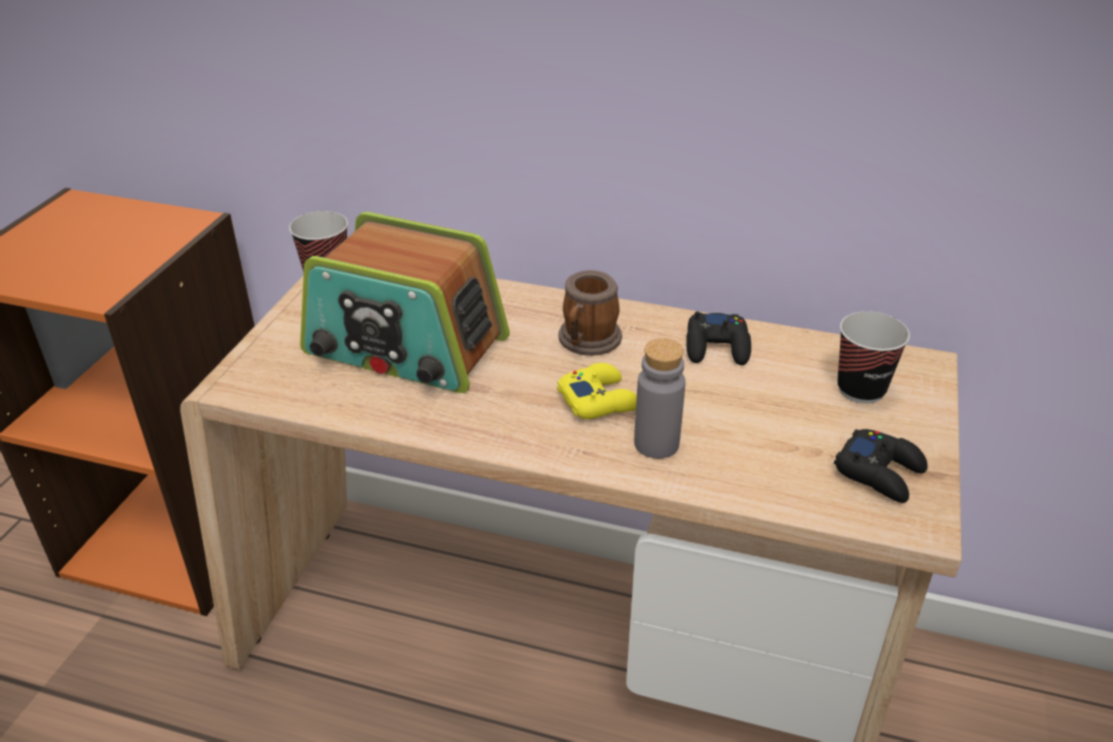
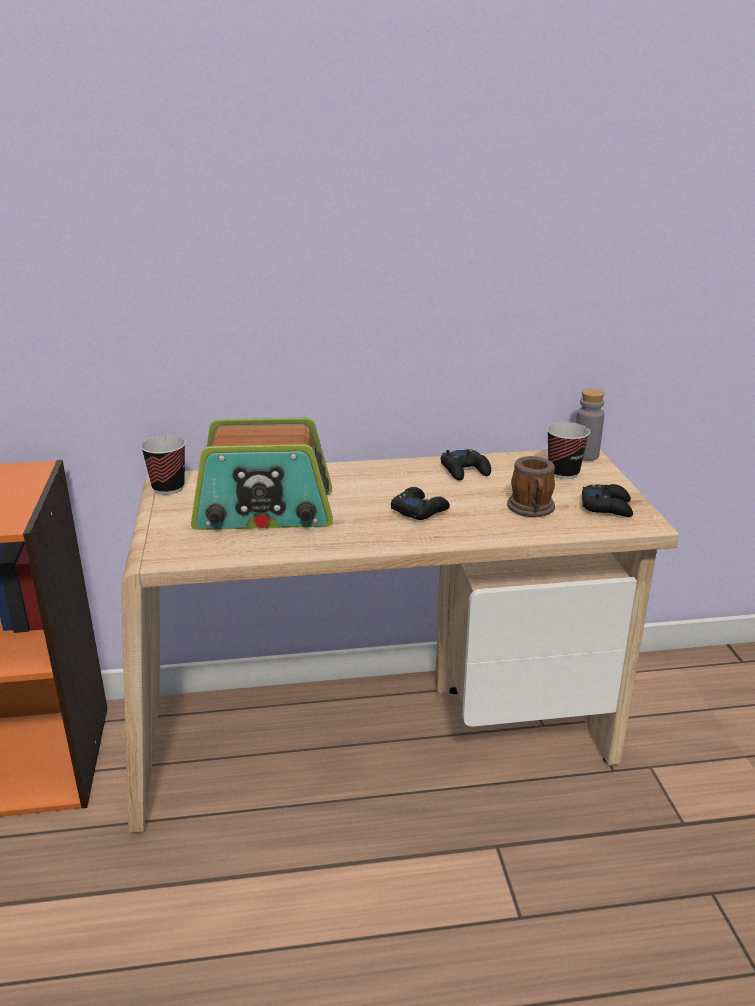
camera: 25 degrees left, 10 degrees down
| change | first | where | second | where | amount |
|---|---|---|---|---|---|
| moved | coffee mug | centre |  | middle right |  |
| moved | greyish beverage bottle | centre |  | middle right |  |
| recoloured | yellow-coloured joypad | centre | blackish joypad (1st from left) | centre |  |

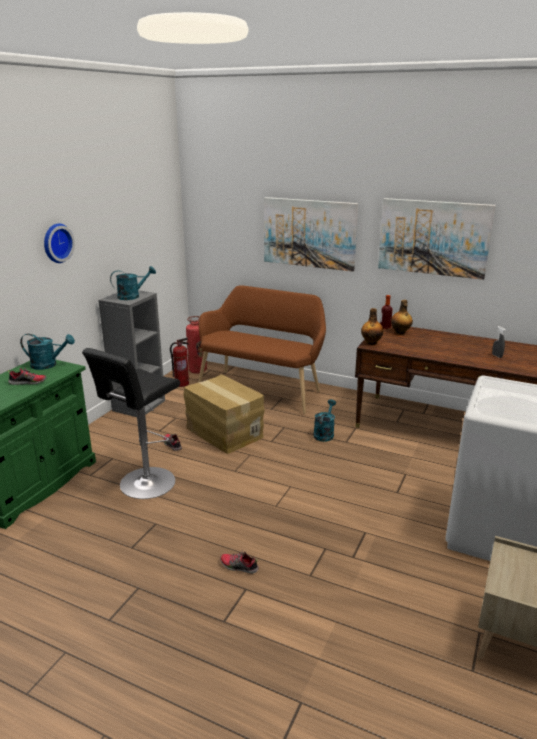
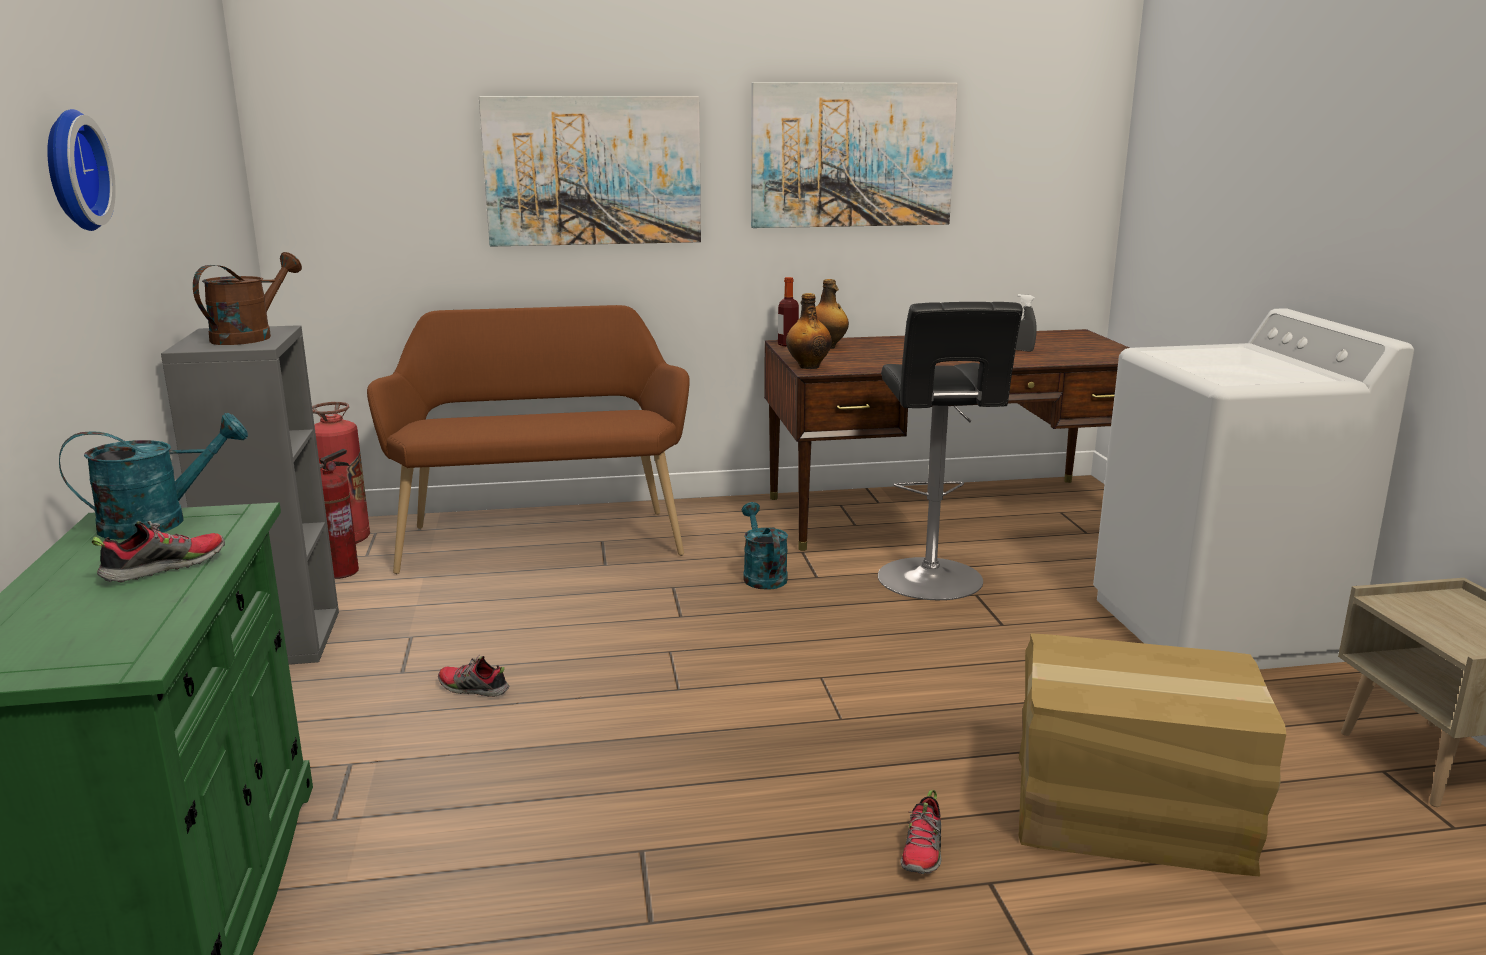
camera: 35 degrees left, 5 degrees down
| change | first | where | second | where | amount |
|---|---|---|---|---|---|
| recoloured | turquoise watering can (2nd from left) | middle left | brown-coloured watering can | top left |  |
| moved | blackish stool | middle left |  | centre |  |
| moved | packing box | centre |  | bottom right |  |
| turned | shoe (3rd from left) | bottom centre |  | bottom centre | 60 degrees counterclockwise |

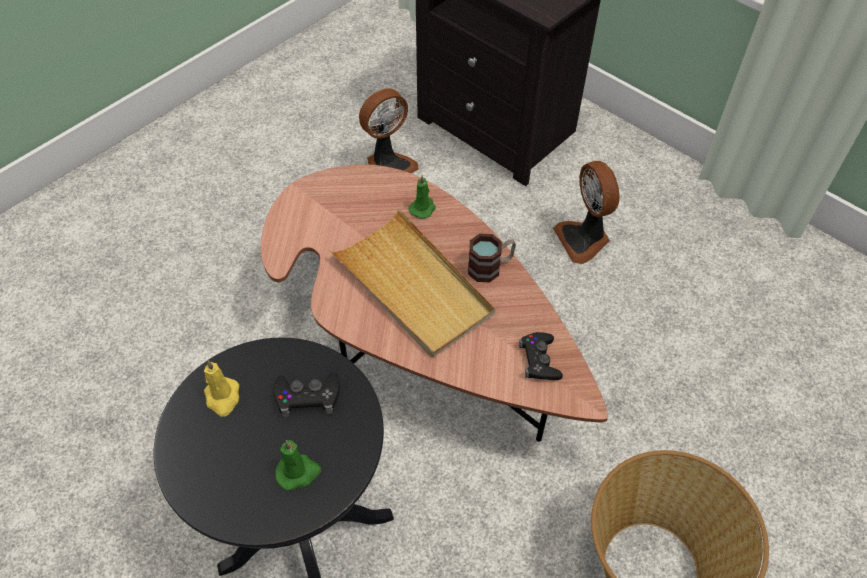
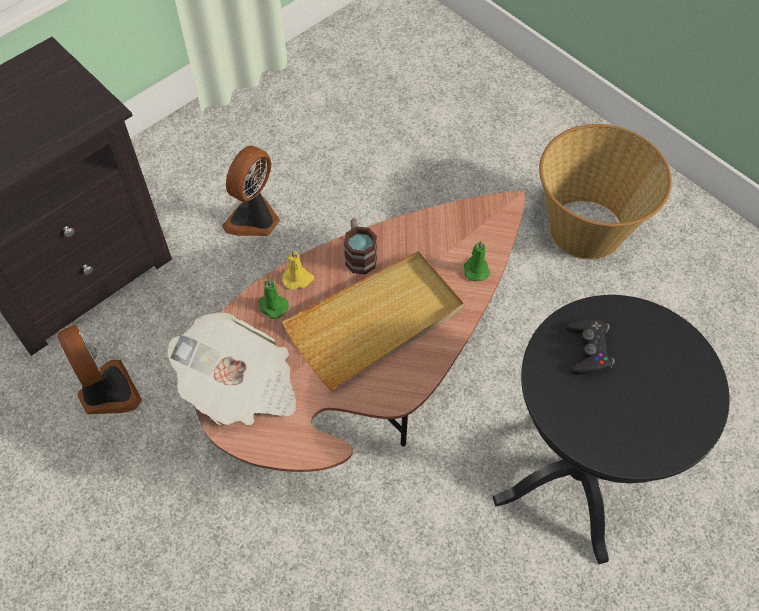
camera: 85 degrees left, 5 degrees up
| change | first | where | second | where | amount |
|---|---|---|---|---|---|
| turned | cooling fan (2nd from left) | middle right |  | top left | 135 degrees clockwise |
| removed | blackish joypad (2nd from left) | centre |  |  |  |
| moved | yellow-coloured wax candle | bottom left |  | centre |  |
| moved | greenish wax candle (1st from left in the first image) | bottom centre | greenish wax candle (2nd from left) | centre |  |
| added |  |  | daily paper | middle left |  |

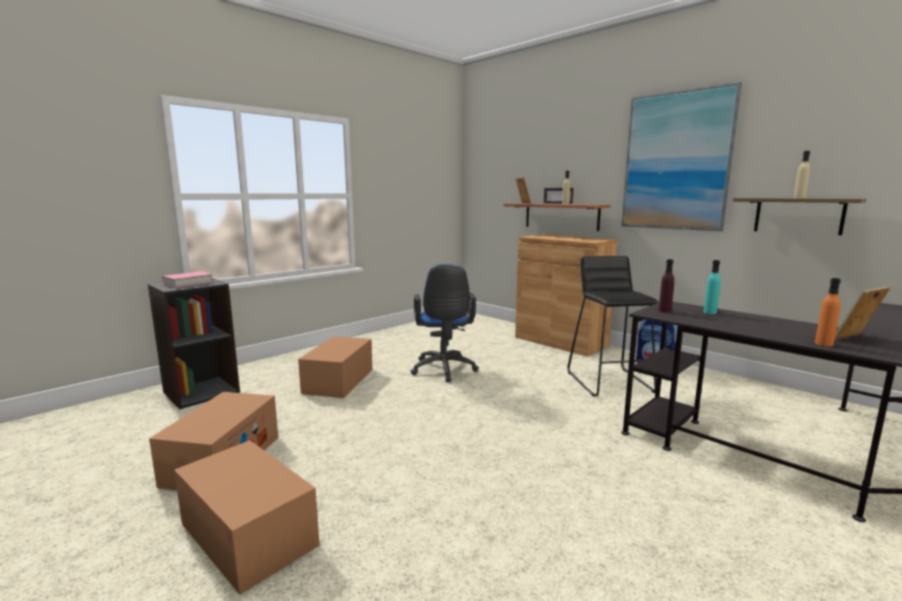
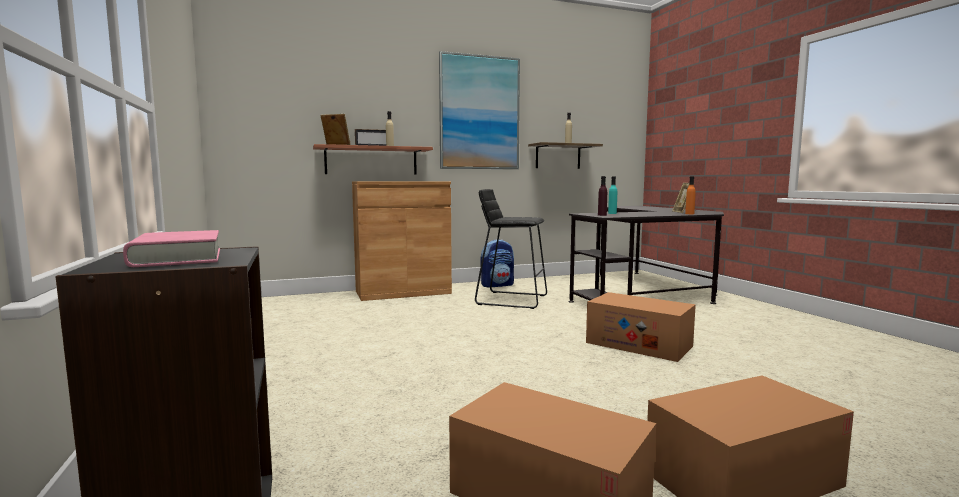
camera: 65 degrees left, 5 degrees down
| change | first | where | second | where | amount |
|---|---|---|---|---|---|
| removed | blue desk chair | centre |  |  |  |
| moved | packing box (3rd from left in the first image) | centre | packing box (2nd from left) | middle right |  |

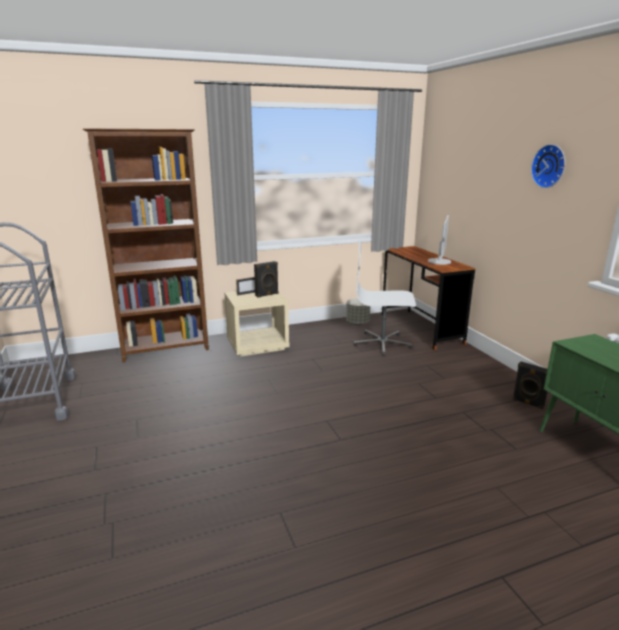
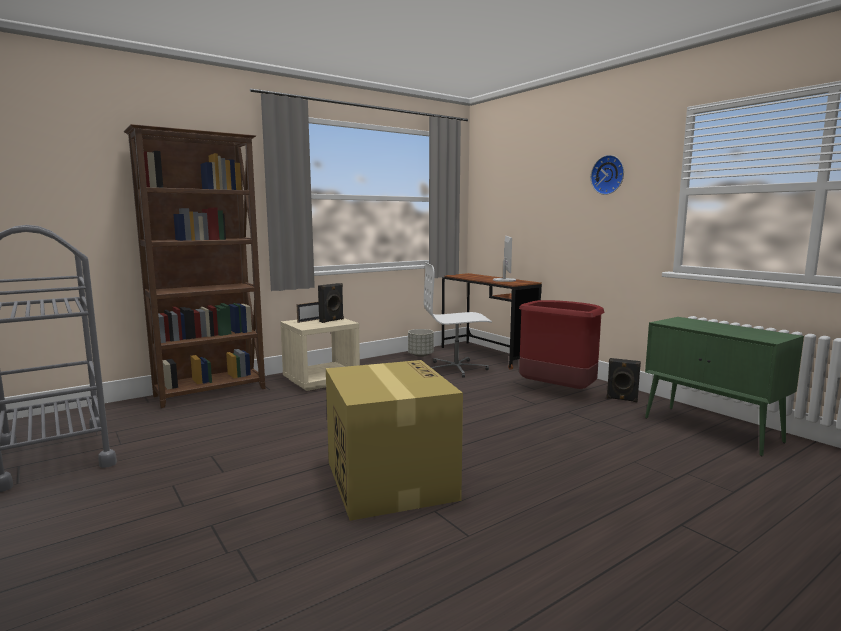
camera: 15 degrees left, 10 degrees down
| change | first | where | second | where | amount |
|---|---|---|---|---|---|
| added |  |  | reddish trash can | middle right |  |
| added |  |  | packing box | bottom centre |  |

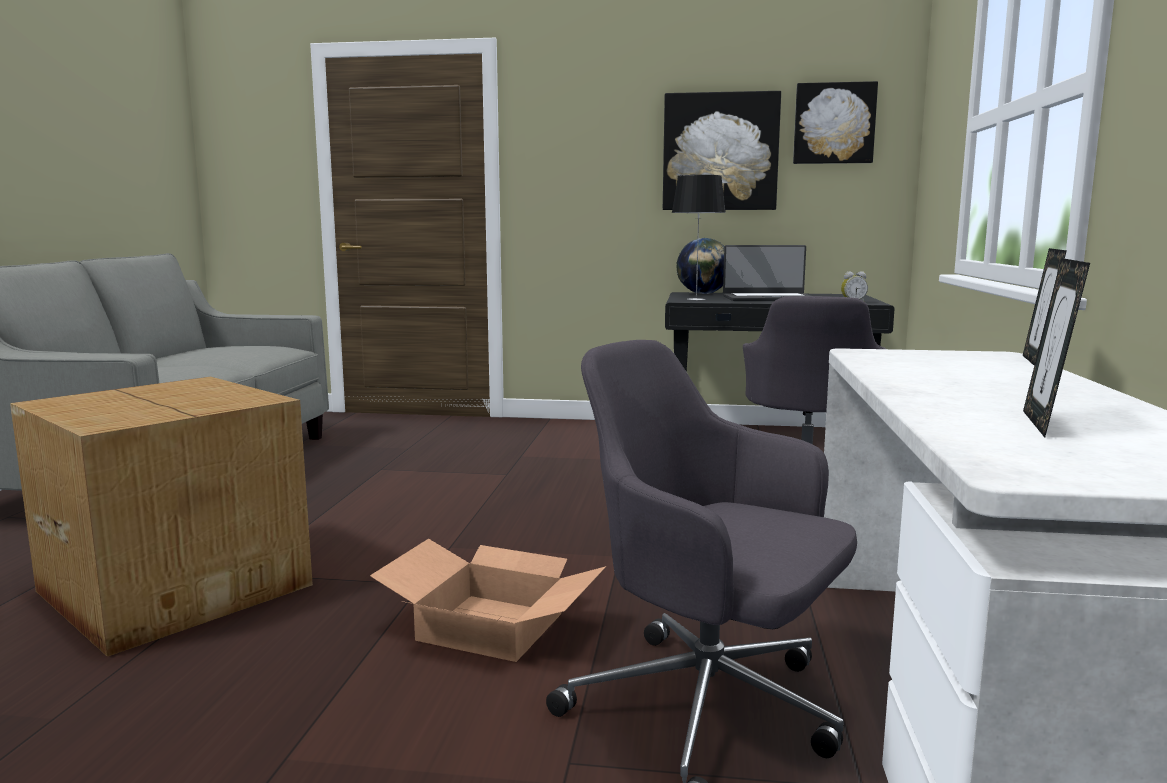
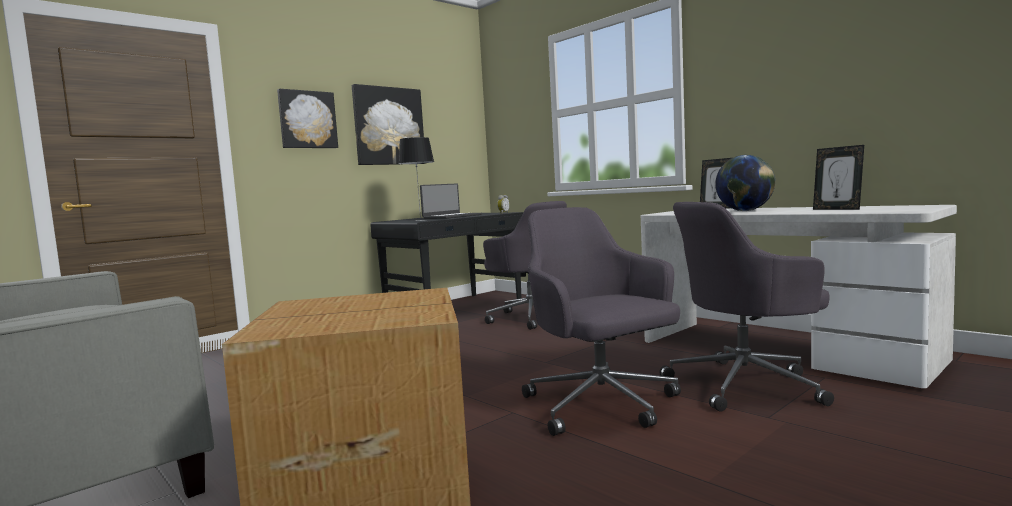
camera: 50 degrees left, 5 degrees down
| change | first | where | second | where | amount |
|---|---|---|---|---|---|
| moved | wall art (2nd from left in the first image) | top right | wall art (1st from left) | top left |  |
| moved | desk globe | centre |  | middle right |  |
| replaced | packing box (2nd from left) | bottom centre | greyish desk chair (2nd from left) | centre |  |

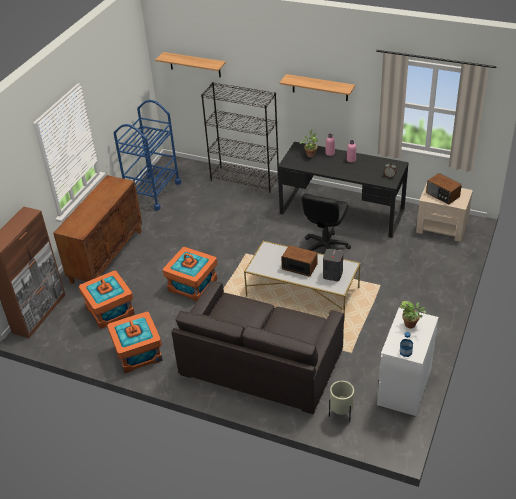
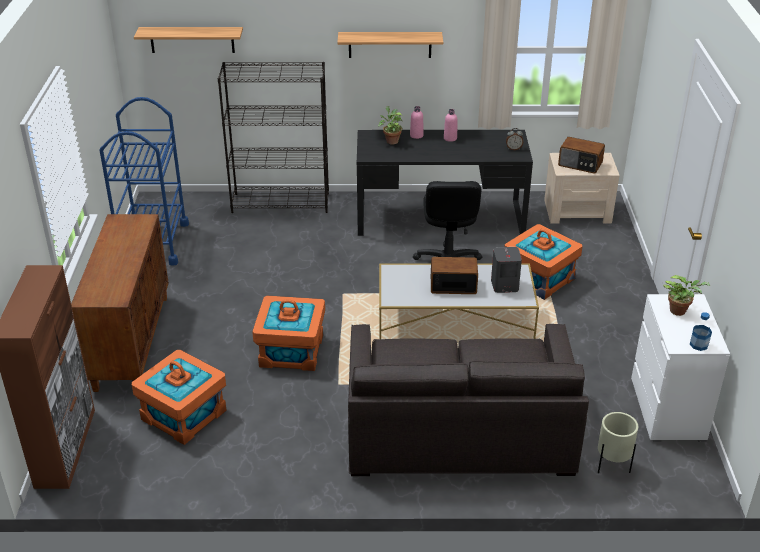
camera: 25 degrees left, 5 degrees down
| change | first | where | second | where | amount |
|---|---|---|---|---|---|
| moved | orange storage bin (2nd from left in the first image) | bottom left | orange storage bin (3rd from left) | middle right |  |

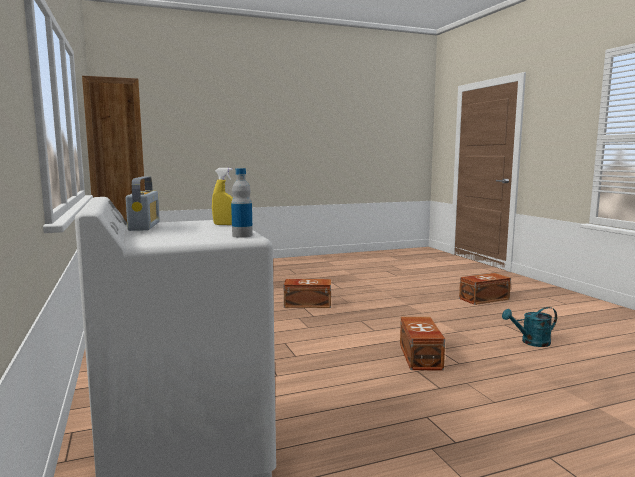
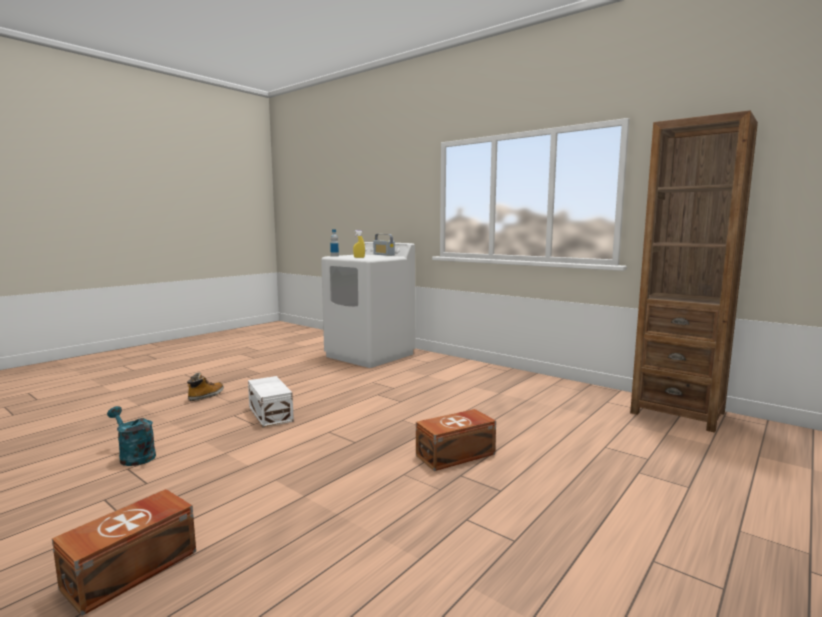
camera: 150 degrees right, 0 degrees up
| change | first | where | second | where | amount |
|---|---|---|---|---|---|
| turned | turquoise watering can | bottom right |  | bottom left | 105 degrees counterclockwise |
| recoloured | brown-coloured storage bin (2nd from left) | bottom centre | white-coloured storage bin | middle left |  |
| added |  |  | tall boot | middle left |  |

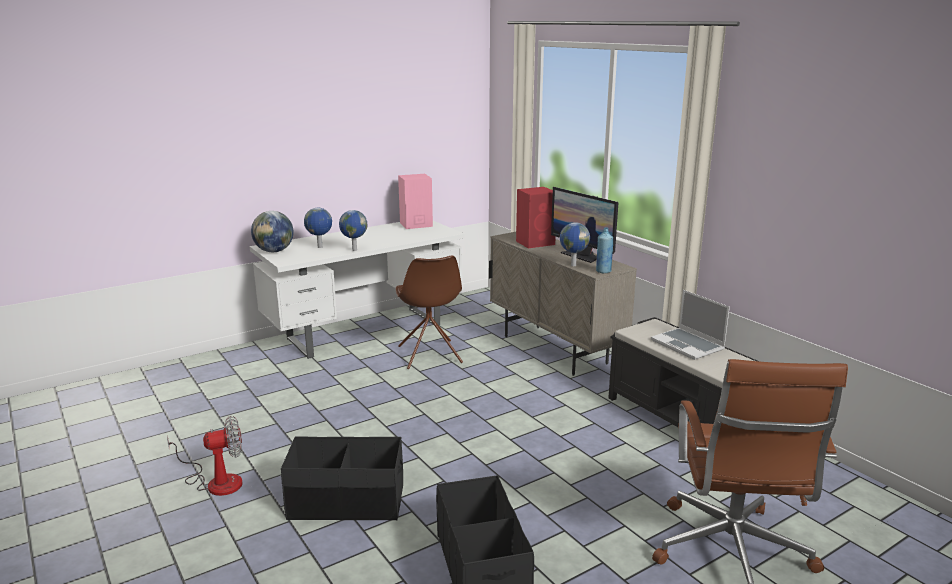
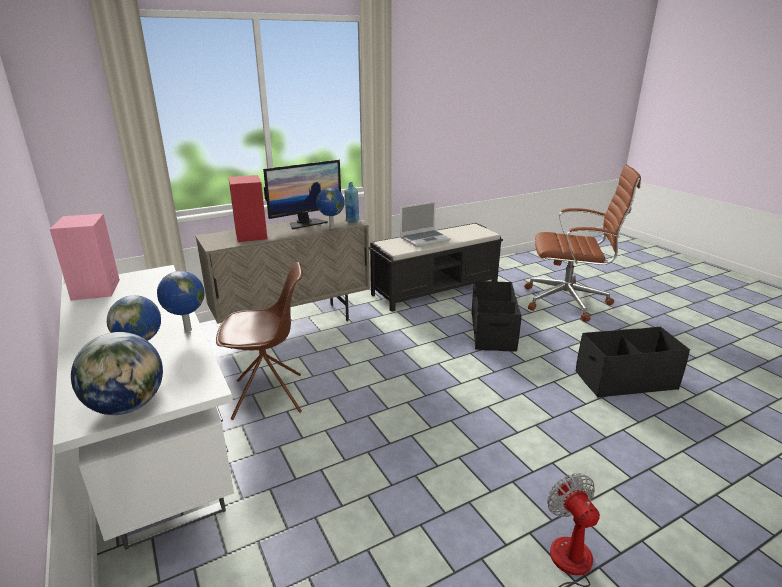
camera: 85 degrees left, 5 degrees up
| change | first | where | second | where | amount |
|---|---|---|---|---|---|
| moved | blackish storage bin (1st from left) | bottom centre |  | centre |  |

